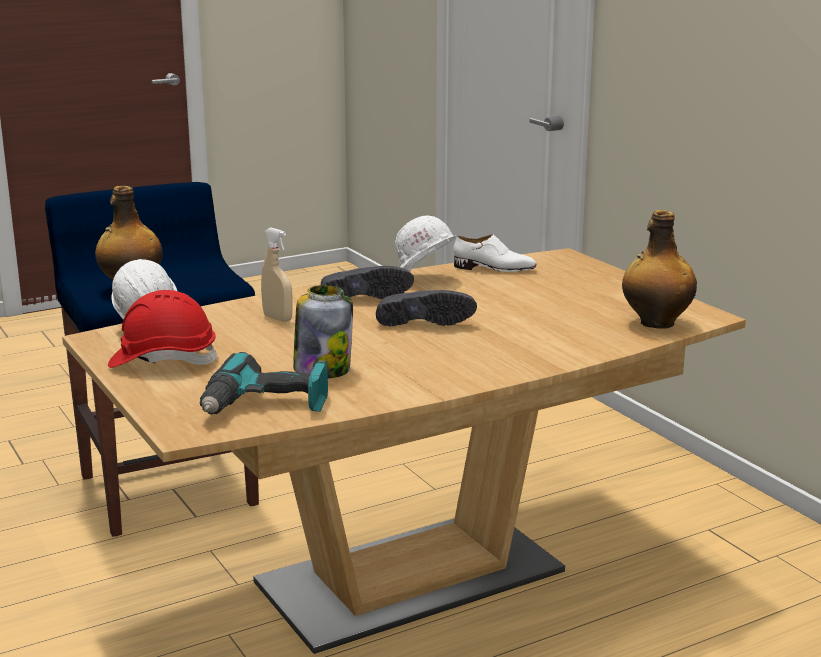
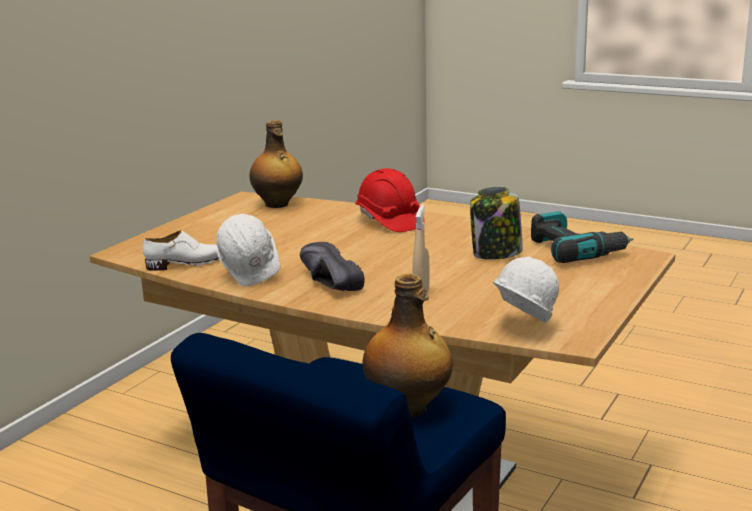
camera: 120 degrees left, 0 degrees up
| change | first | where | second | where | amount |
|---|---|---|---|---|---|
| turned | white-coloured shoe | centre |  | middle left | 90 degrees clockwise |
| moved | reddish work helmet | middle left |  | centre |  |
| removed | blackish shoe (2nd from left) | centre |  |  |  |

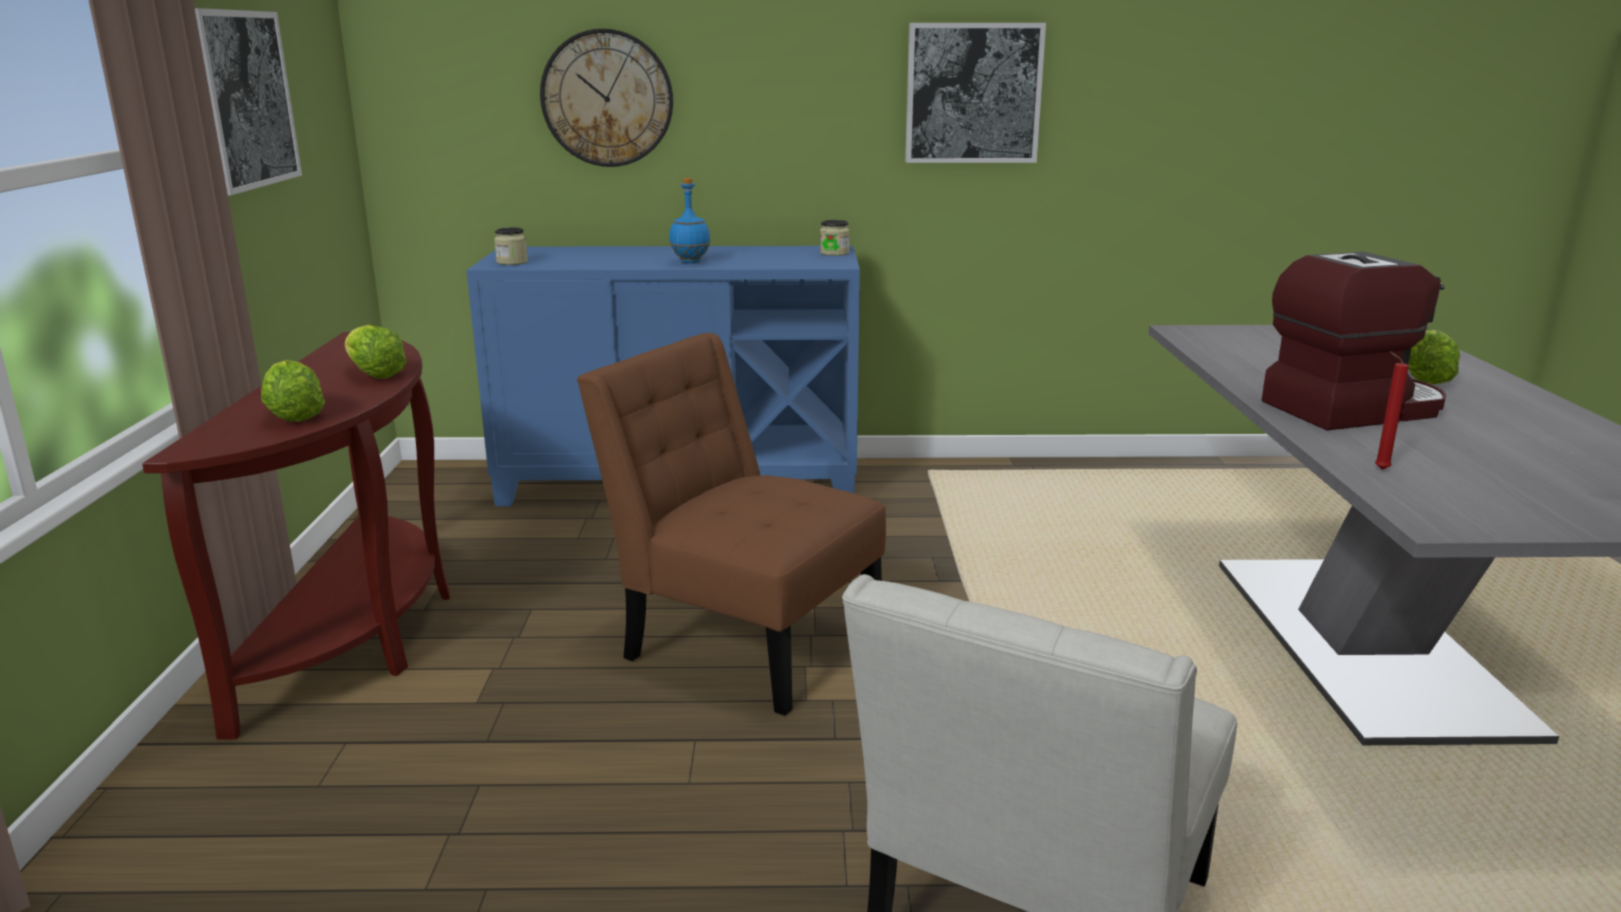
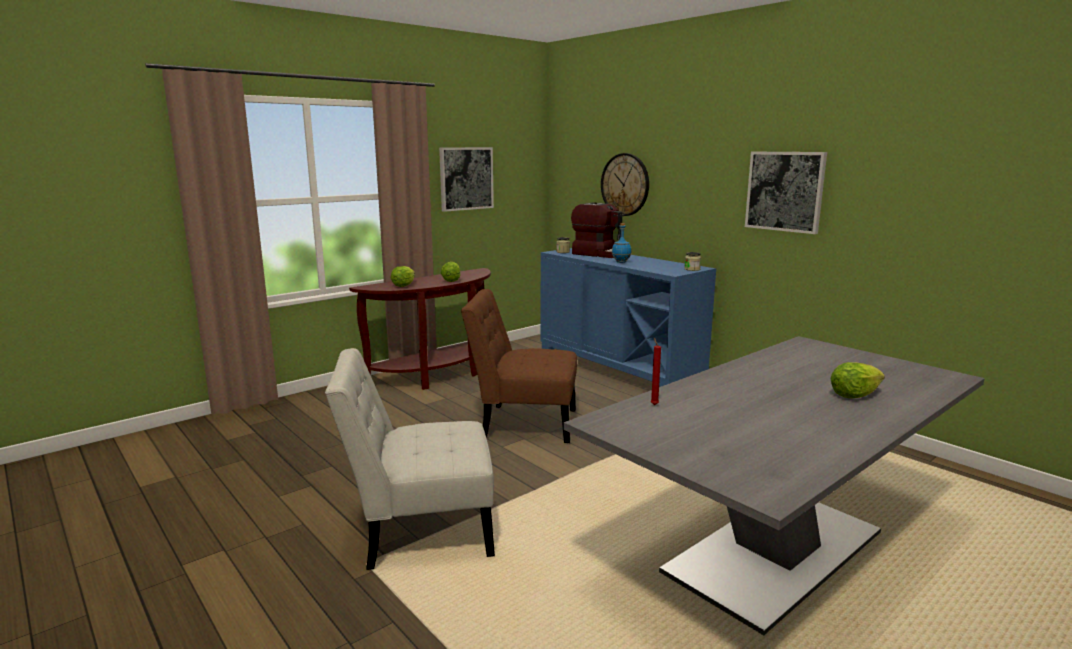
camera: 50 degrees right, 5 degrees down
| change | first | where | second | where | amount |
|---|---|---|---|---|---|
| moved | coffee brewer | middle right |  | centre |  |
| turned | brown-coloured upright chair | centre |  | centre | 75 degrees counterclockwise |

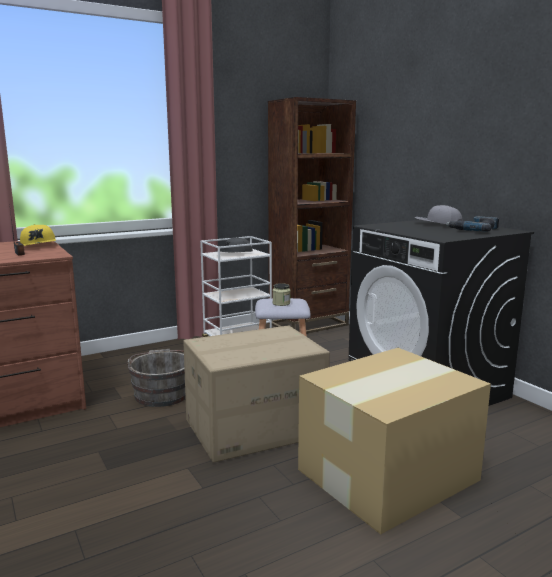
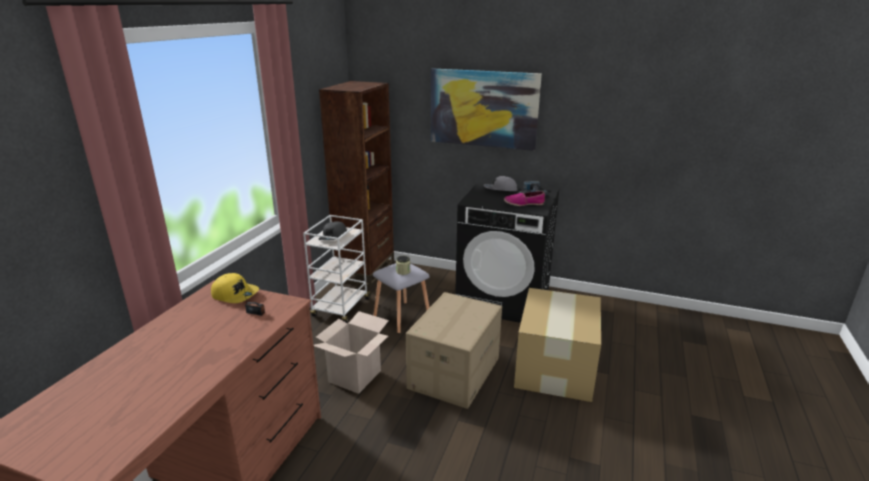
camera: 40 degrees left, 10 degrees up
| change | first | where | second | where | amount |
|---|---|---|---|---|---|
| replaced | greyish water bucket | middle left | packing box (1st from left) | bottom centre |  |
| added |  |  | wall art | top centre |  |
| added |  |  | shoe | centre |  |

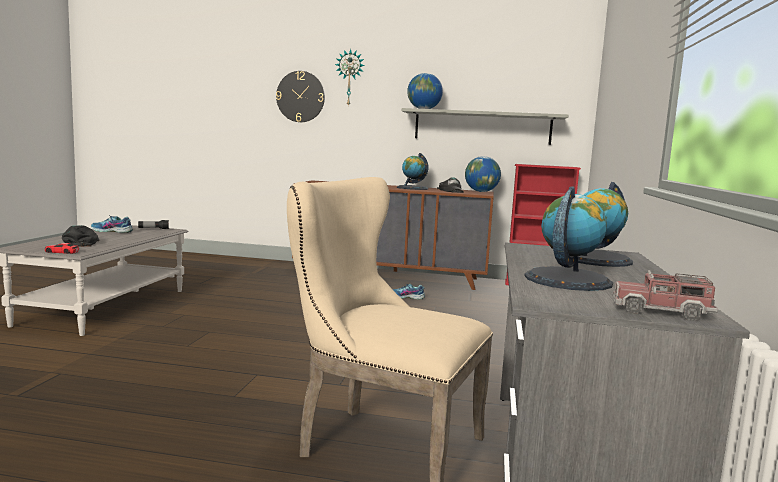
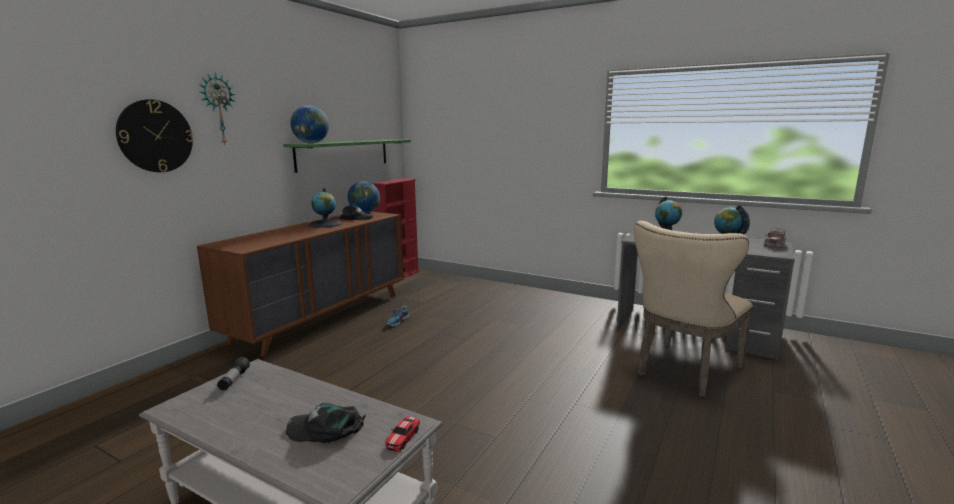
camera: 70 degrees left, 5 degrees up
| change | first | where | second | where | amount |
|---|---|---|---|---|---|
| recoloured | greyish shelf | top centre | greenish shelf | top centre |  |
| removed | shoe (1st from left) | middle left |  |  |  |

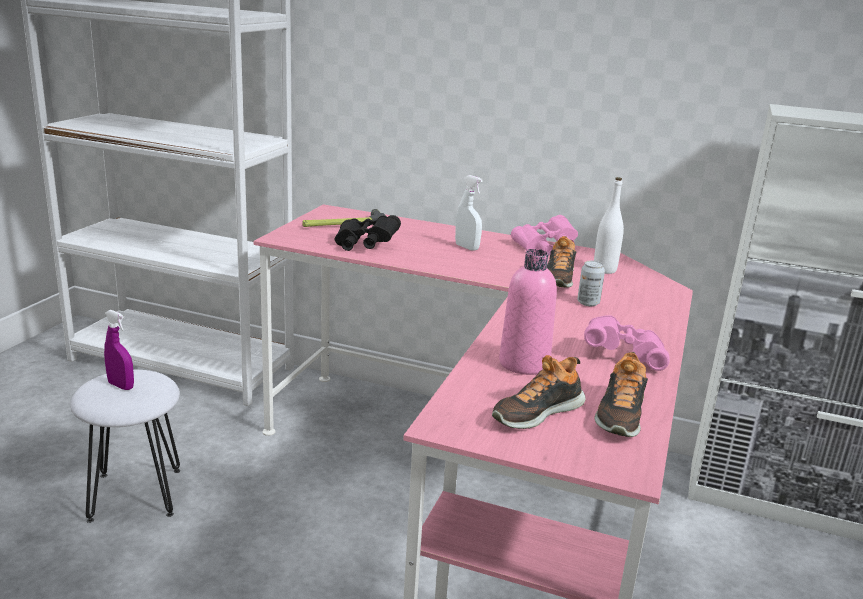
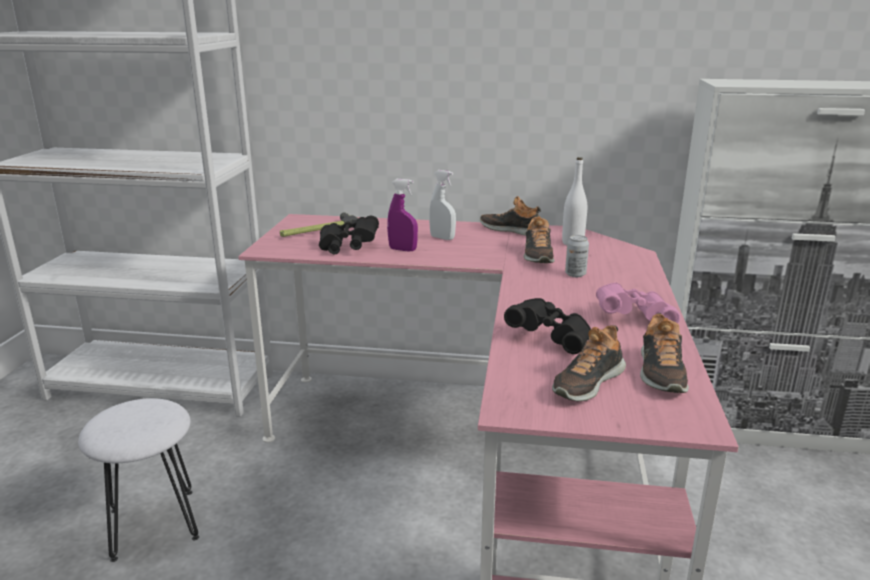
camera: 10 degrees left, 0 degrees up
| change | first | where | second | where | amount |
|---|---|---|---|---|---|
| replaced | pink binoculars (1st from left) | centre | shoe (1st from left) | centre |  |
| replaced | pink beverage bottle | centre | blackish binoculars (2nd from left) | centre |  |
| moved | purple spray bottle | middle left |  | centre |  |

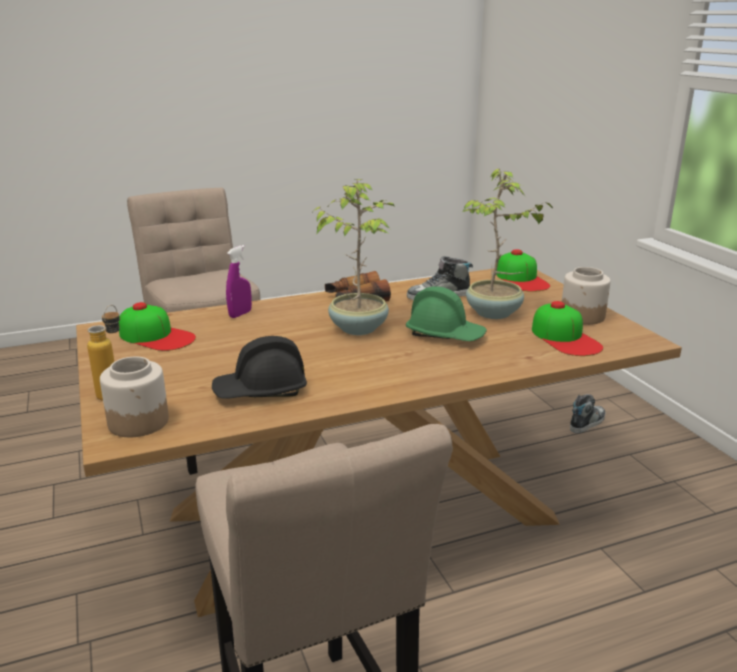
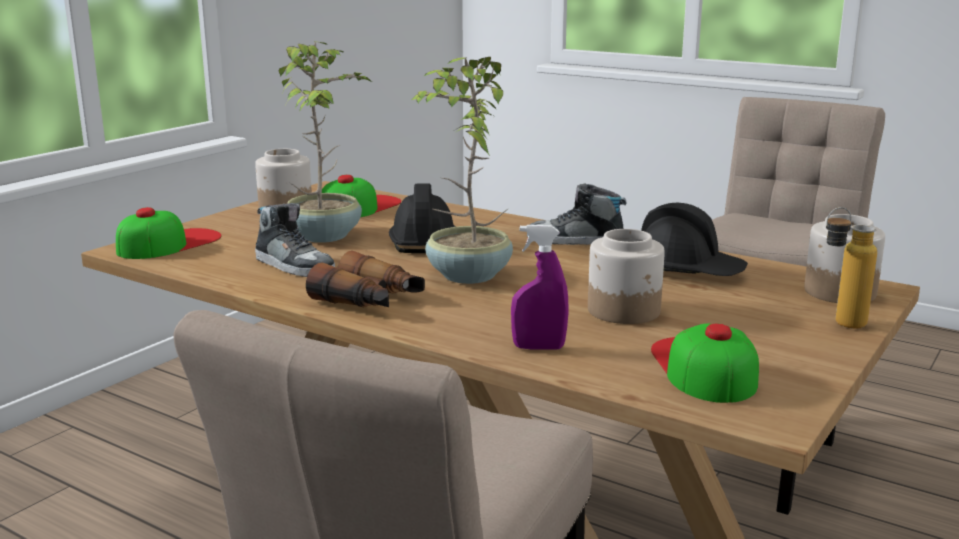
camera: 125 degrees left, 5 degrees down
| change | first | where | second | where | amount |
|---|---|---|---|---|---|
| recoloured | greenish work helmet | centre | blackish work helmet (1st from left) | centre |  |
| moved | shoe (2nd from left) | middle right |  | centre |  |
| added |  |  | jar (2nd from left) | centre |  |

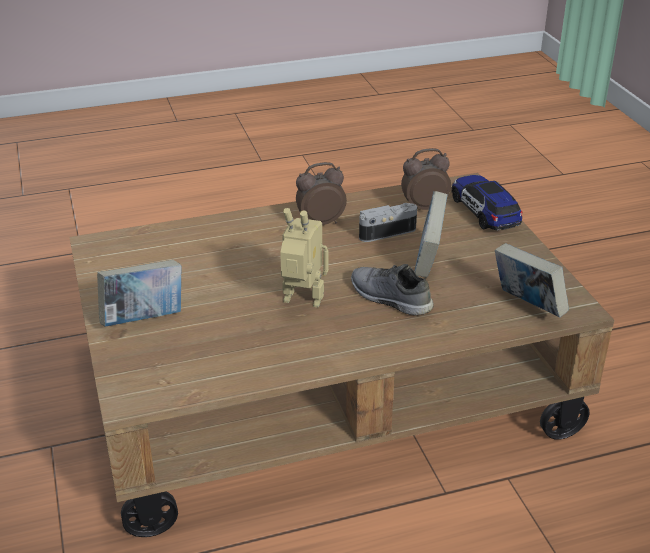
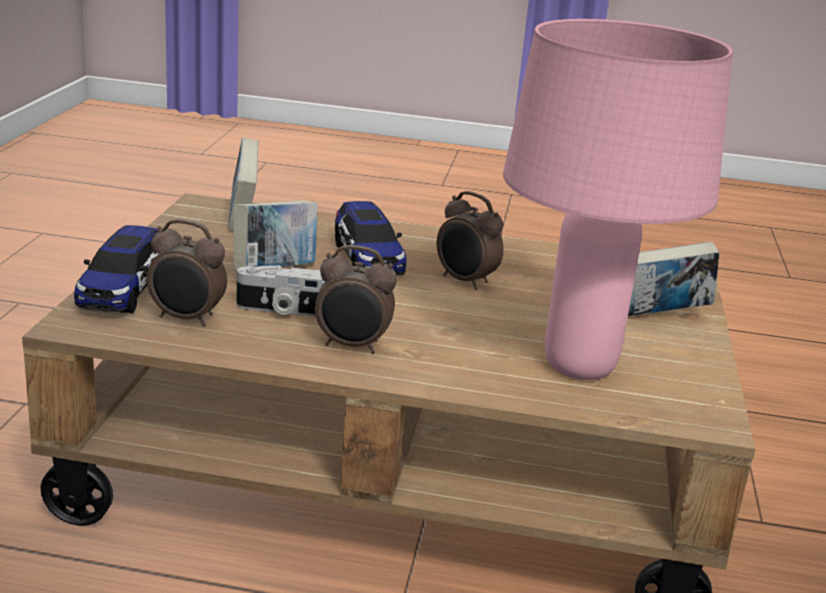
camera: 155 degrees left, 10 degrees down
| change | first | where | second | where | amount |
|---|---|---|---|---|---|
| replaced | model robot | centre | bedside clock (3rd from left) | centre |  |
| replaced | greyish shoe | centre | miniature car (2nd from left) | centre |  |
| added |  |  | pink lamp for a table | middle right |  |

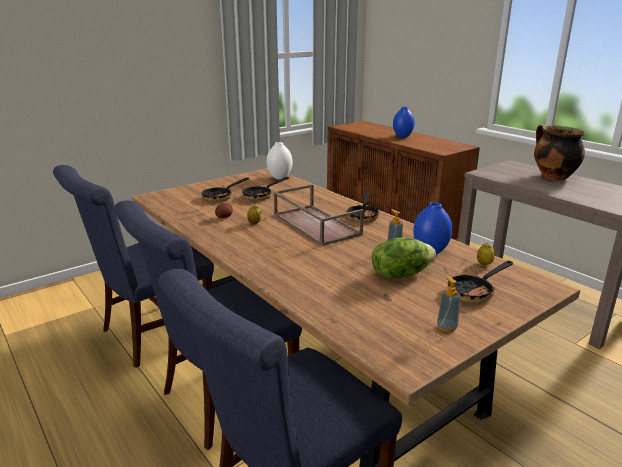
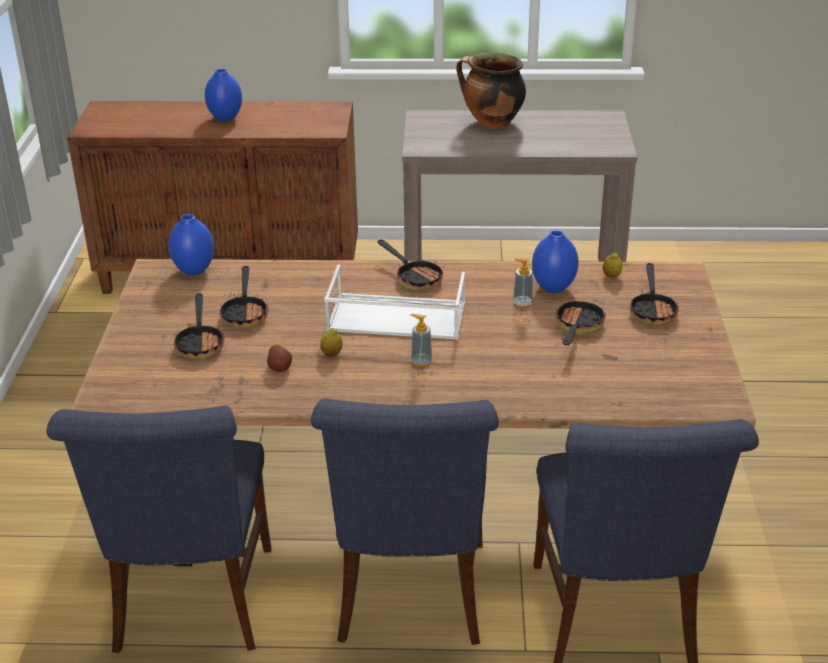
camera: 50 degrees left, 10 degrees up
| change | first | where | second | where | amount |
|---|---|---|---|---|---|
| recoloured | white-coloured vase | centre | blue vase (1st from left) | middle left |  |
| recoloured | brown-coloured serving tray | centre | white-coloured serving tray | centre |  |
| replaced | lettuce | centre | frying pan (4th from left) | middle right |  |
| moved | soap bottle (2nd from left in the first image) | middle right | soap bottle (1st from left) | centre |  |

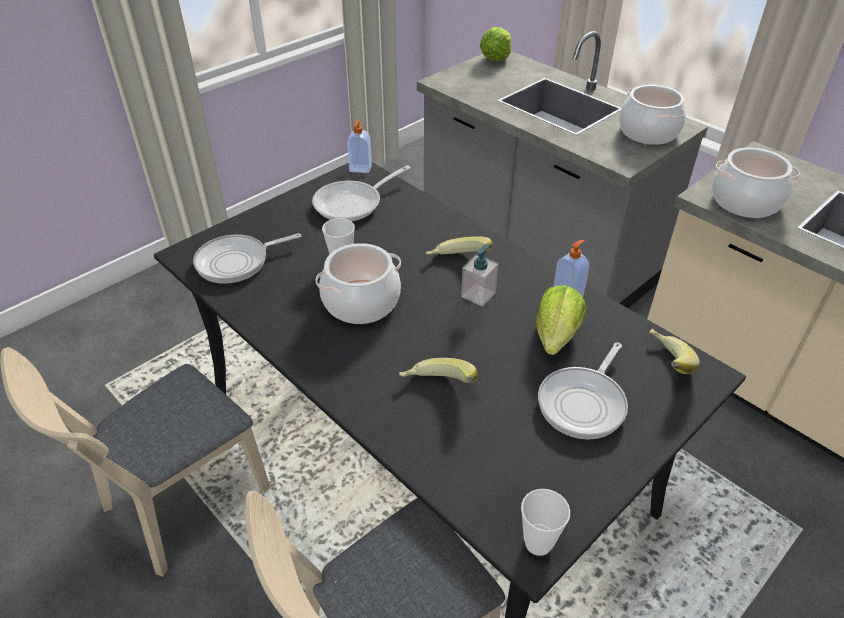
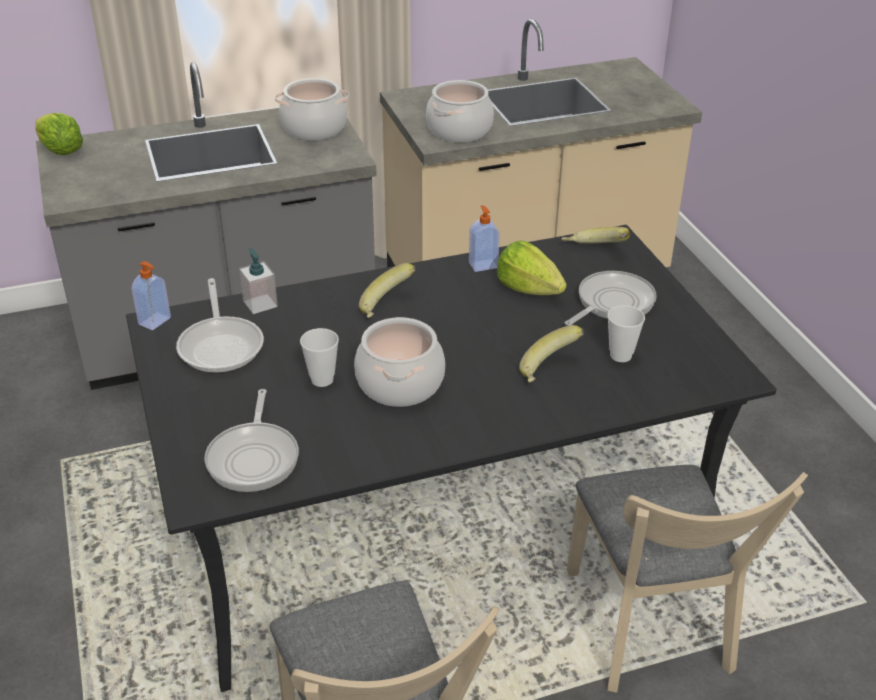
camera: 65 degrees left, 5 degrees down
| change | first | where | second | where | amount |
|---|---|---|---|---|---|
| moved | soap bottle (2nd from left) | centre |  | middle left |  |
| turned | frying pan (3rd from left) | middle right |  | middle right | 105 degrees counterclockwise |
| moved | cup (2nd from left) | bottom centre |  | middle right |  |

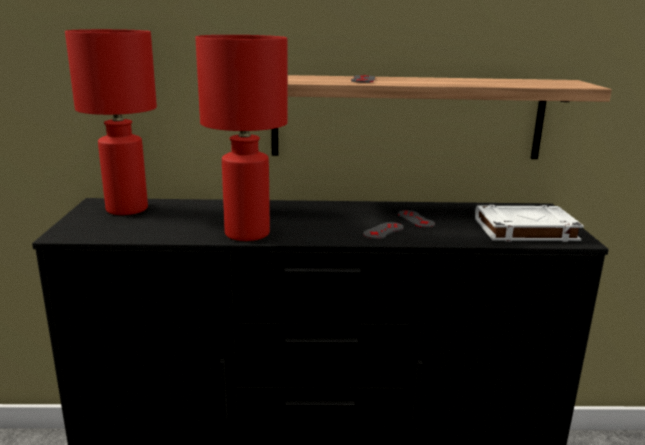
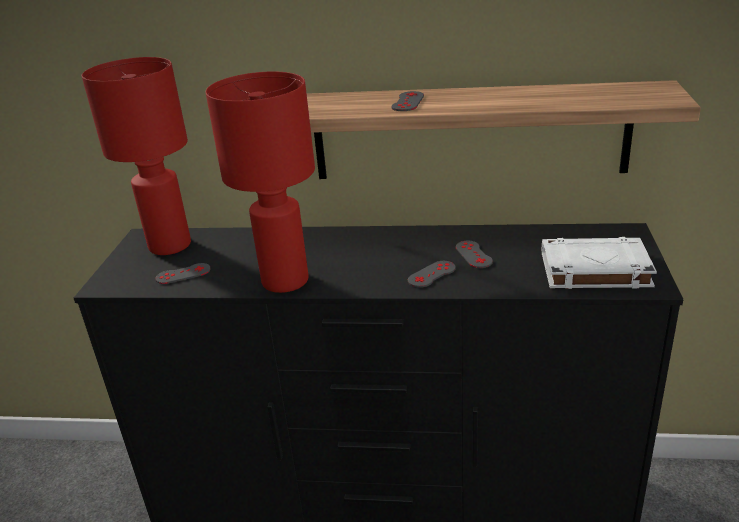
camera: 10 degrees right, 10 degrees up
| change | first | where | second | where | amount |
|---|---|---|---|---|---|
| added |  |  | greyish joypad (1st from left) | middle left |  |

